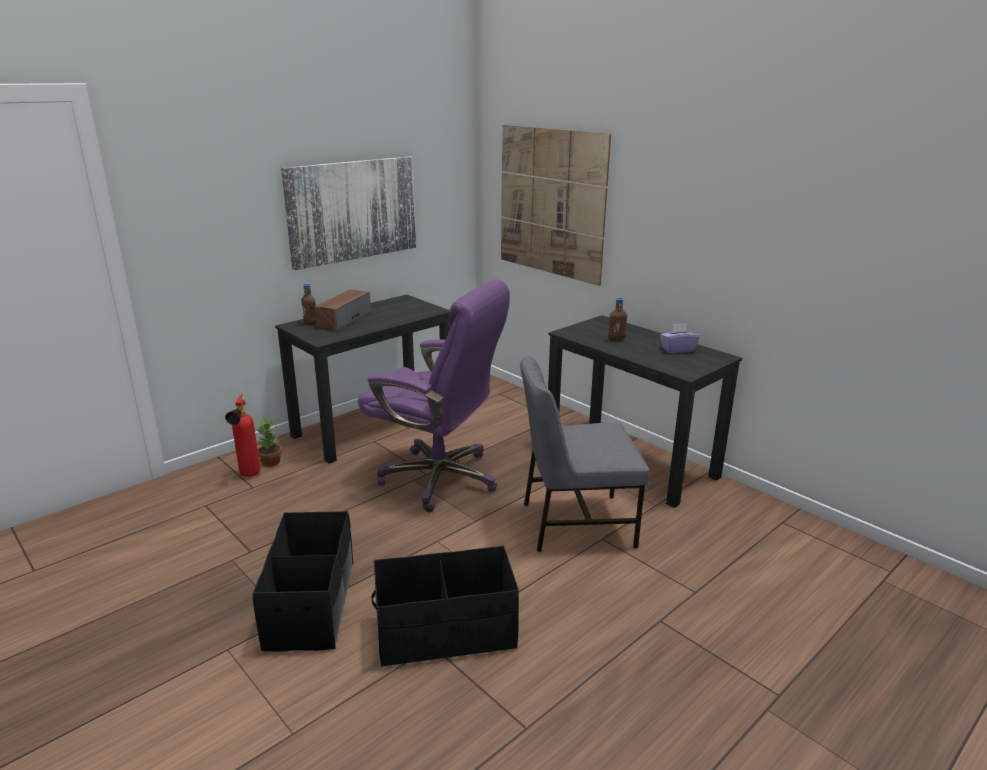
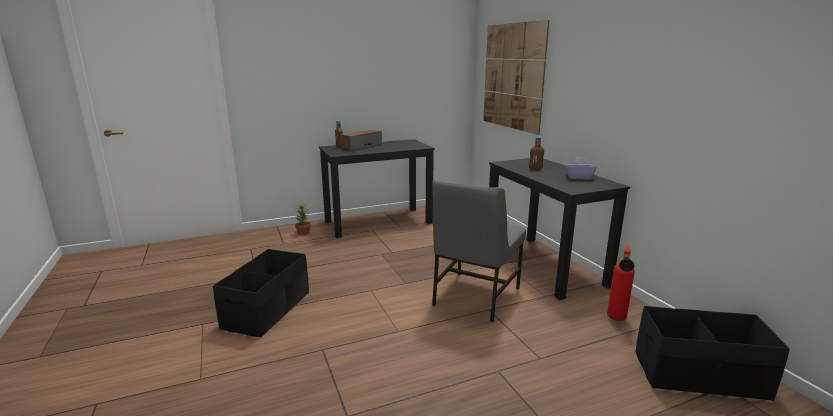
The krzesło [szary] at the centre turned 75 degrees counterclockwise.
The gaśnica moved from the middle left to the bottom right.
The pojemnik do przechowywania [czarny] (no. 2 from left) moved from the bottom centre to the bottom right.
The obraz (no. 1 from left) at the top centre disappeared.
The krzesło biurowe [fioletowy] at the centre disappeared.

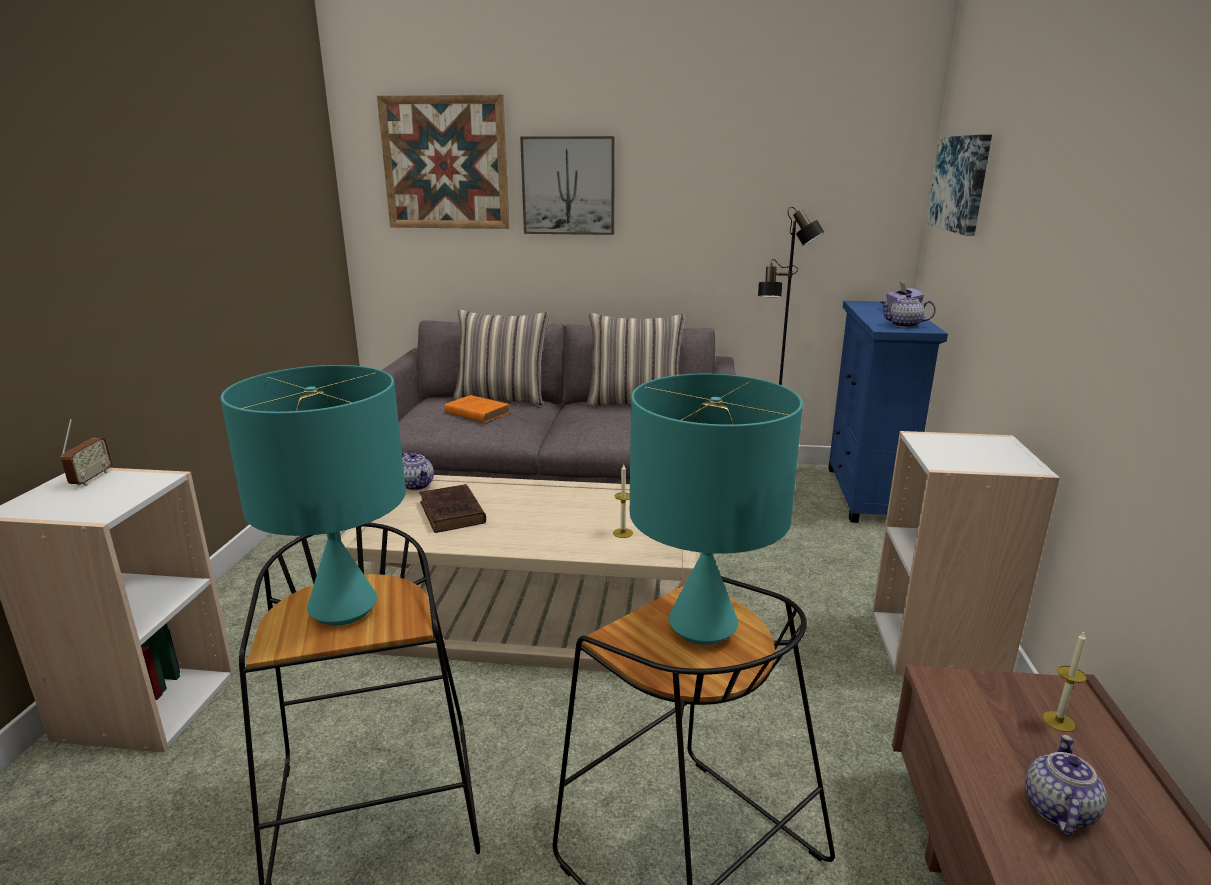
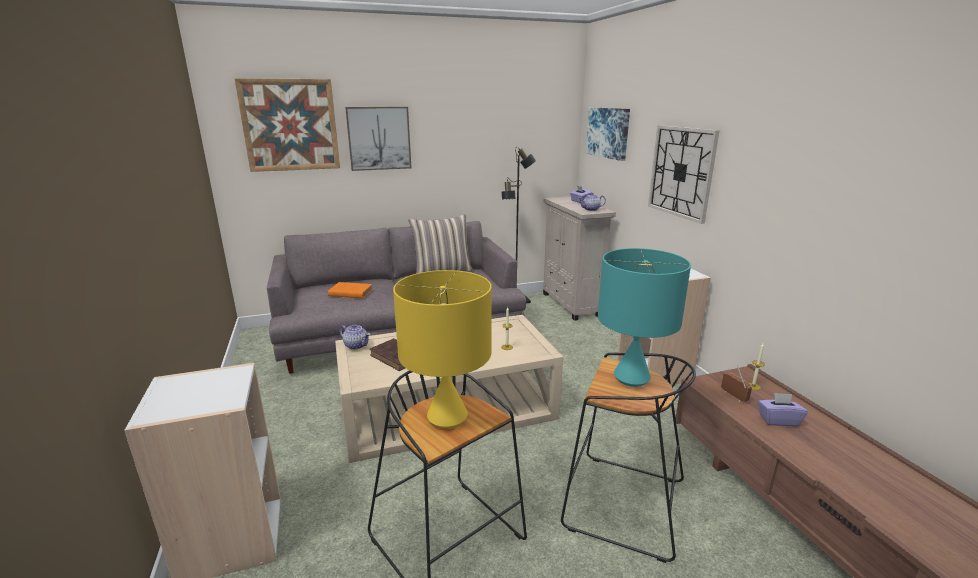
The lampa stołowa [turkusowy] (no. 1 from left) at the middle left became the lampa stołowa [żółty] at the centre.
The szafka [niebieski] at the middle right became the szafka [beżowy] at the centre.
The zegar ścienny at the top right appeared.
The radio moved from the middle left to the middle right.
The imbryk (no. 3 from left) at the bottom right was replaced by the pudełko chusteczek [fioletowy] (no. 2 from left) at the bottom right.
The poduszka (no. 1 from left) at the centre disappeared.

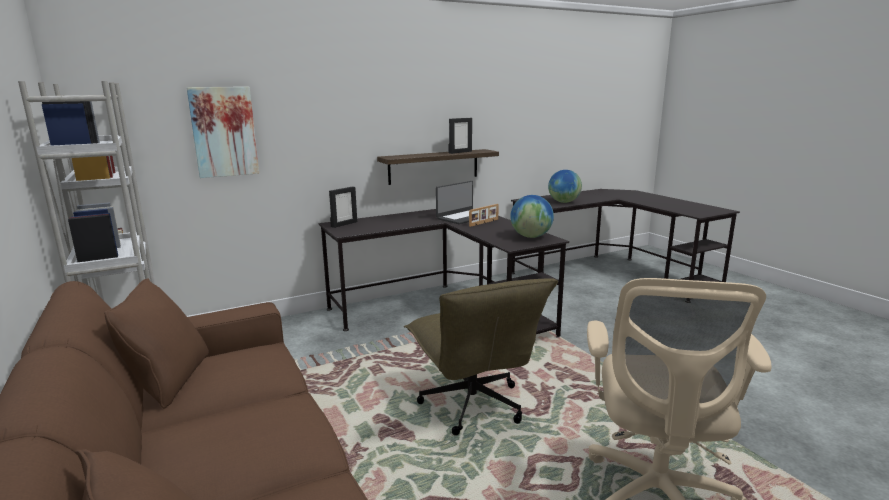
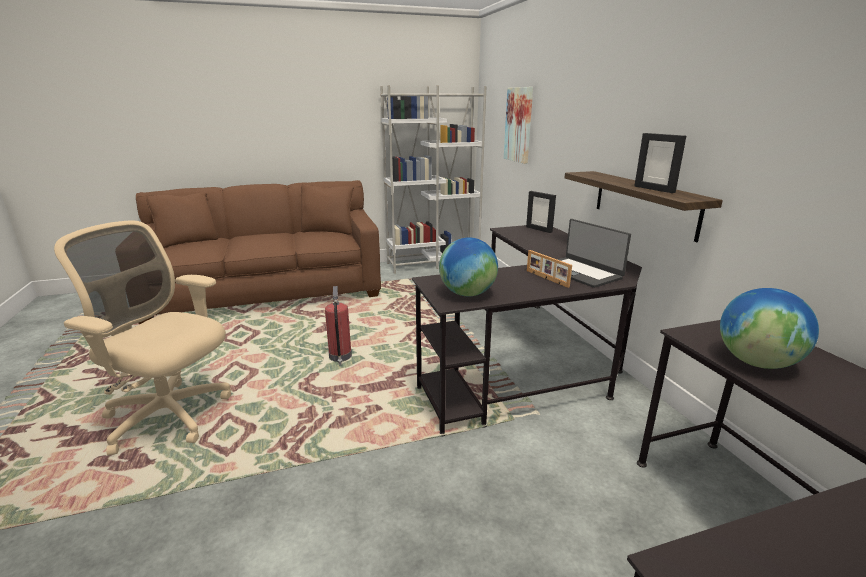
The krzesło biurowe [beżowy] (no. 1 from left) at the bottom centre was replaced by the gaśnica at the centre.

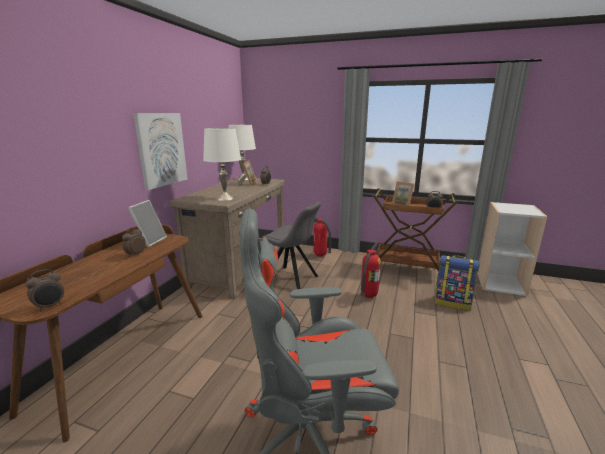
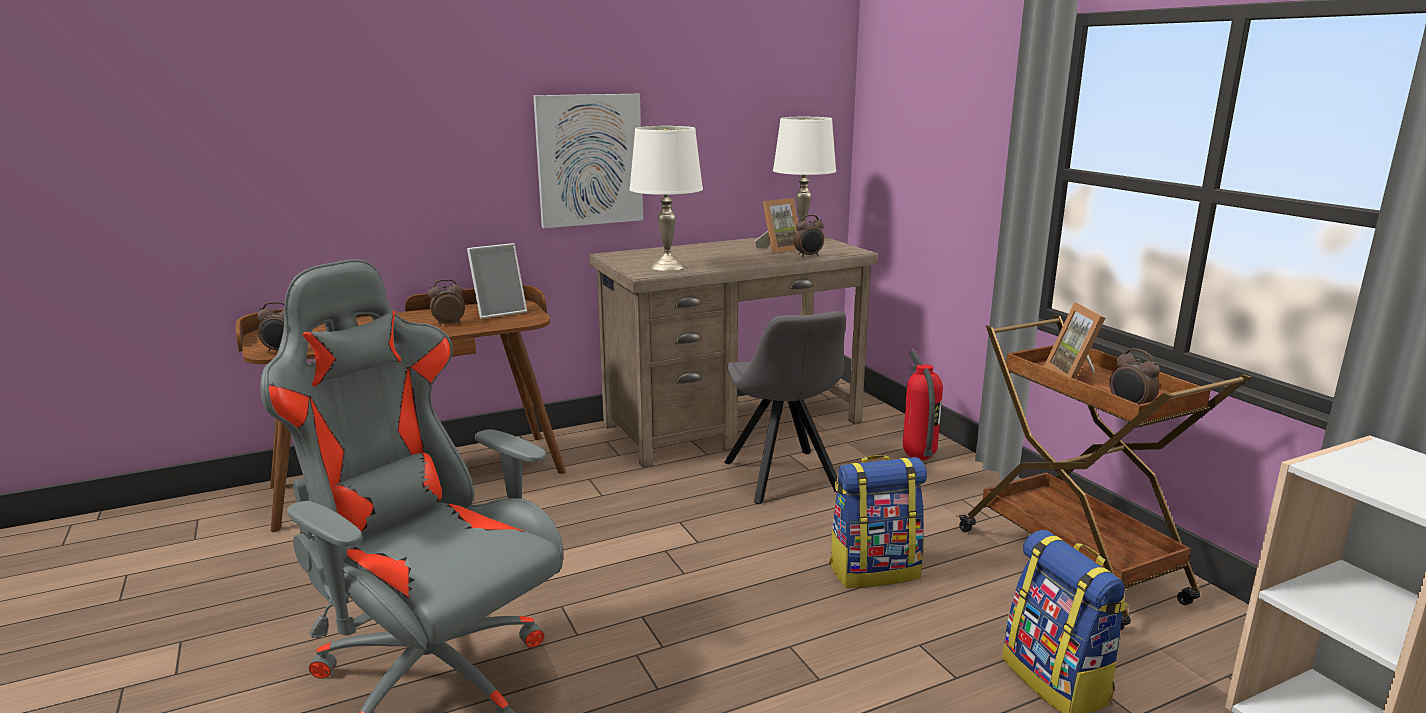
The gaśnica (no. 2 from left) at the centre was replaced by the plecak (no. 1 from left) at the bottom centre.

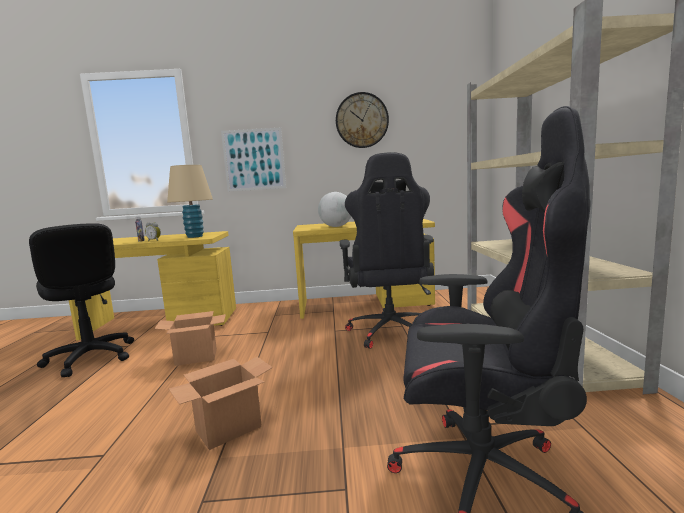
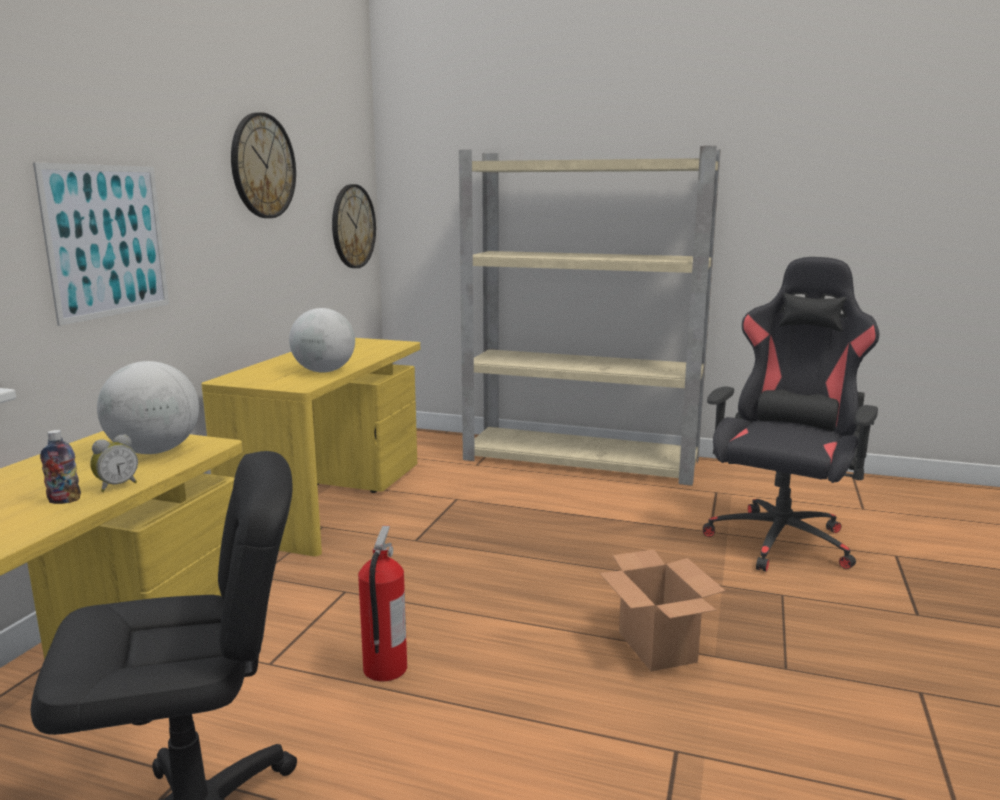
The lampa stołowa [beżowy] at the middle left was replaced by the globus (no. 1 from left) at the middle left.
The zegar ścienny (no. 2 from left) at the top centre appeared.
The karton (no. 1 from left) at the middle left was replaced by the gaśnica at the bottom centre.
The krzesło biurowe [czarny] (no. 2 from left) at the centre disappeared.

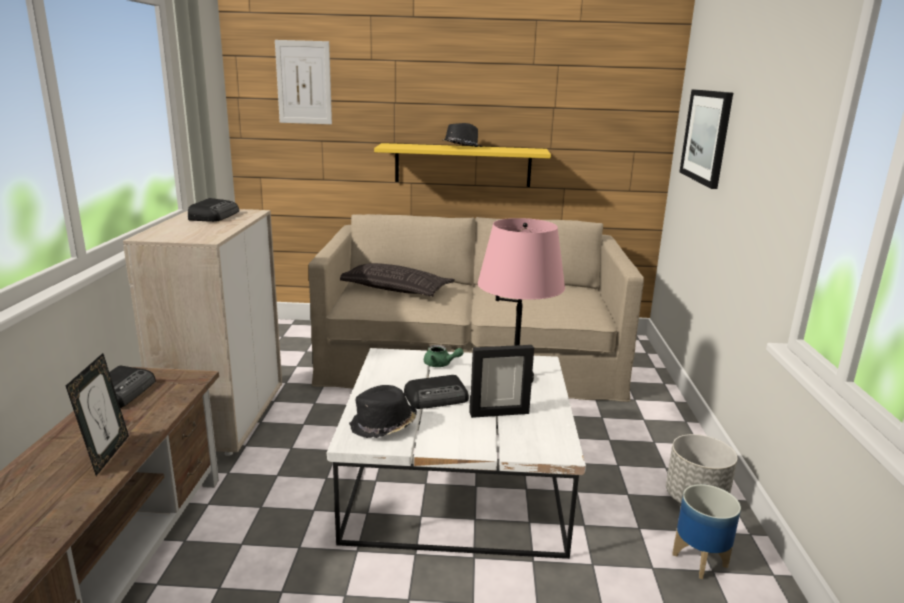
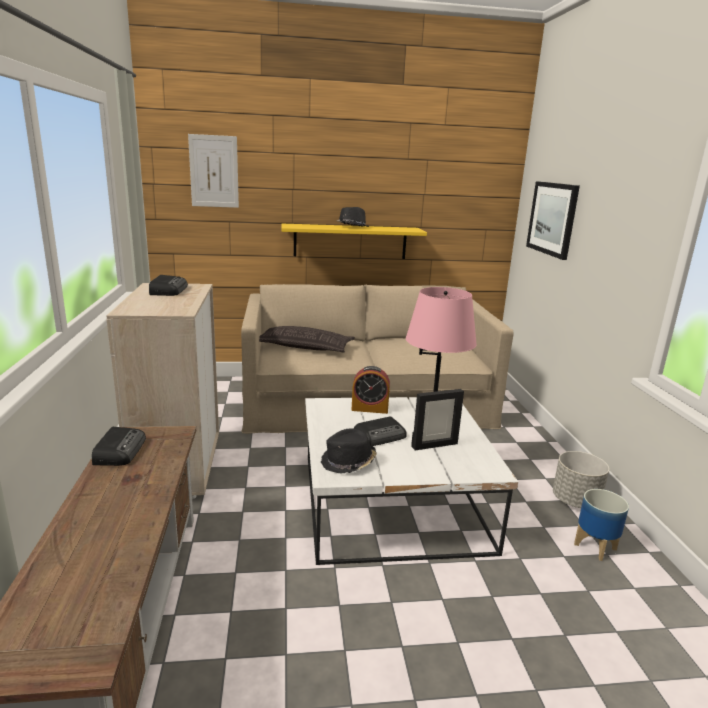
The imbryk [zielony] at the centre was replaced by the budzik at the centre.
The ramka na zdjęcie (no. 1 from left) at the bottom left disappeared.

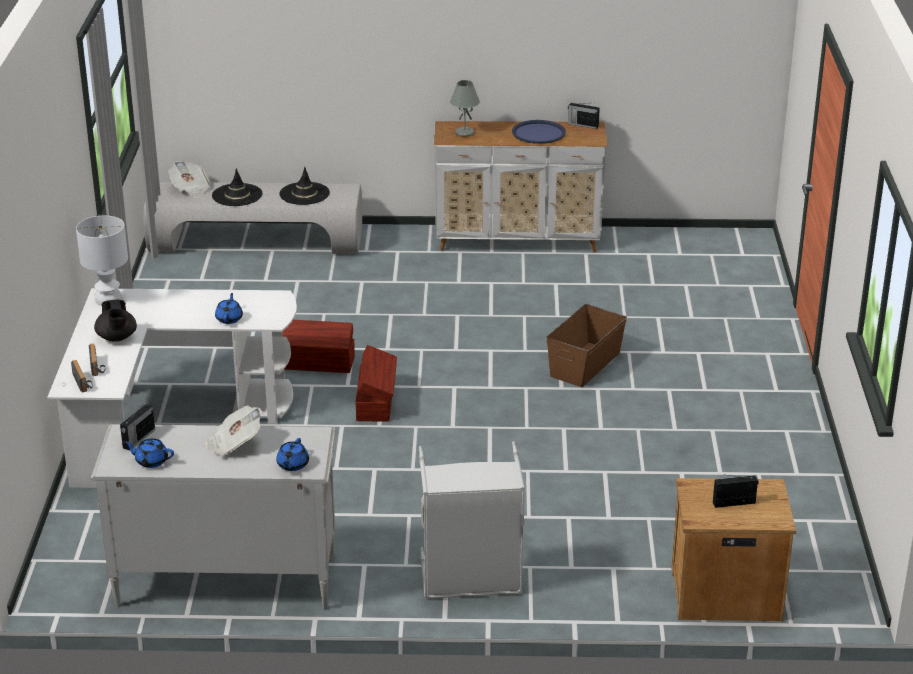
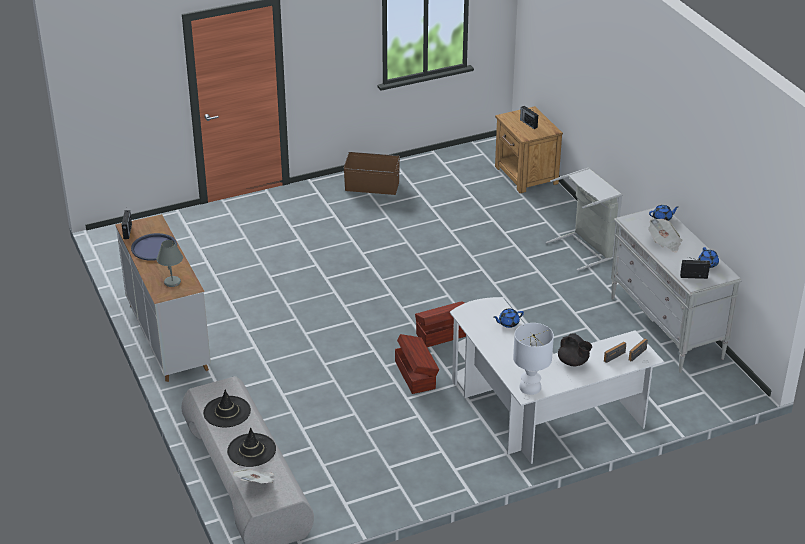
The pojemnik do przechowywania [brązowy] (no. 3 from left in the first image) moved from the centre to the top centre.
The imbryk [czarny] at the middle left turned 90 degrees clockwise.

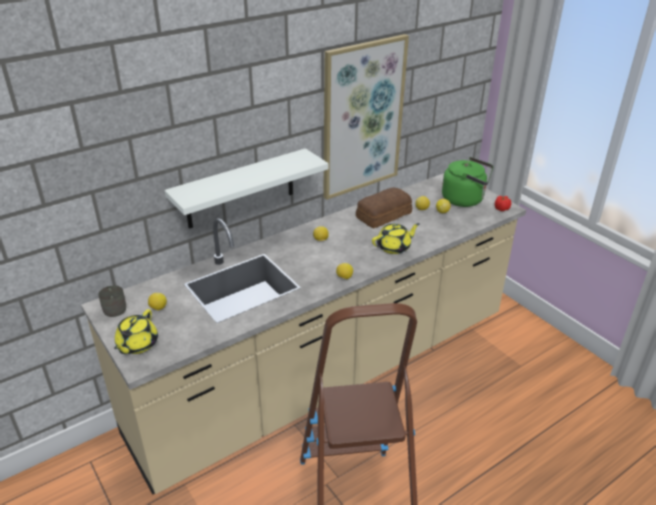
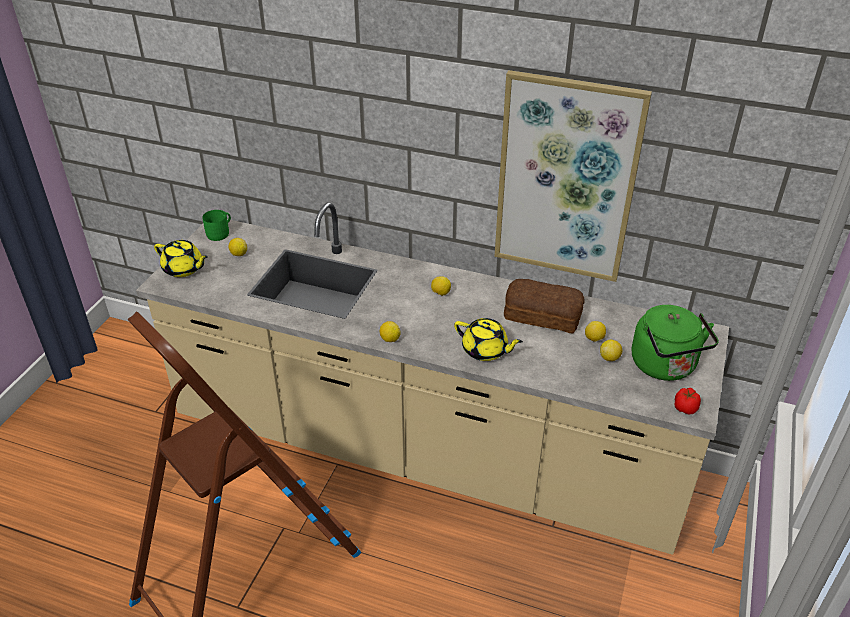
The imbryk [żółty] (no. 1 from left) at the middle left turned 135 degrees counterclockwise.
The kubek [szary] at the middle left became the kubek [zielony] at the middle left.
The półka [biały] at the centre disappeared.

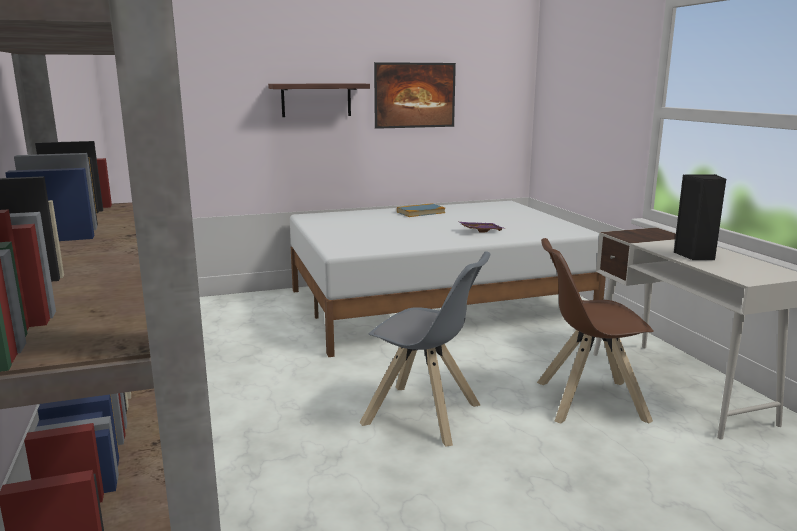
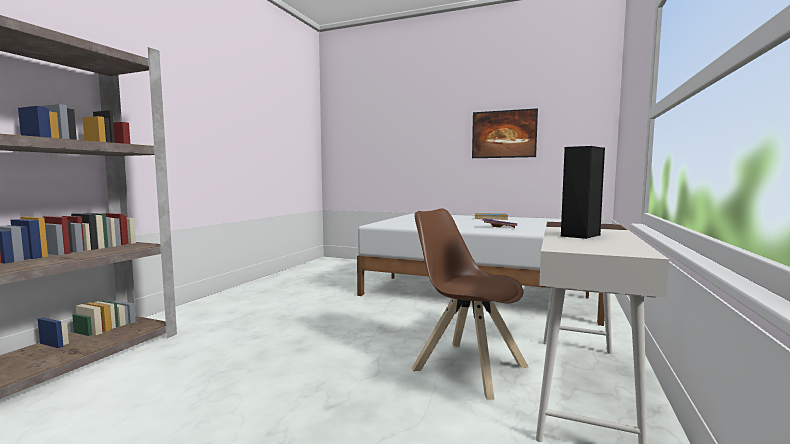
The półka at the top centre disappeared.
The krzesło [szary] at the centre disappeared.

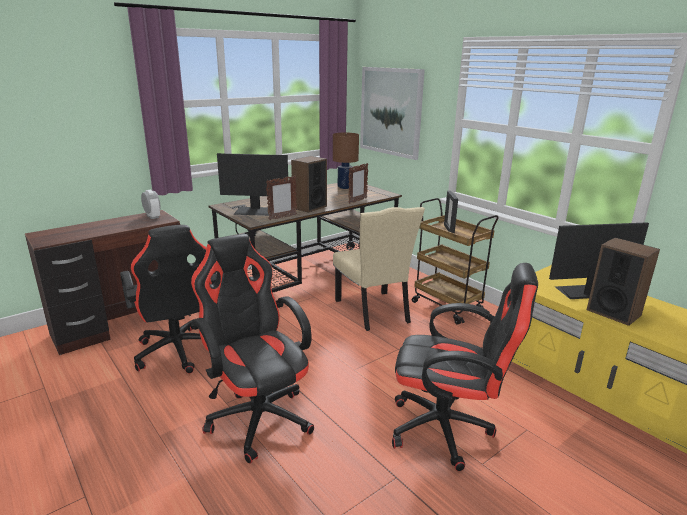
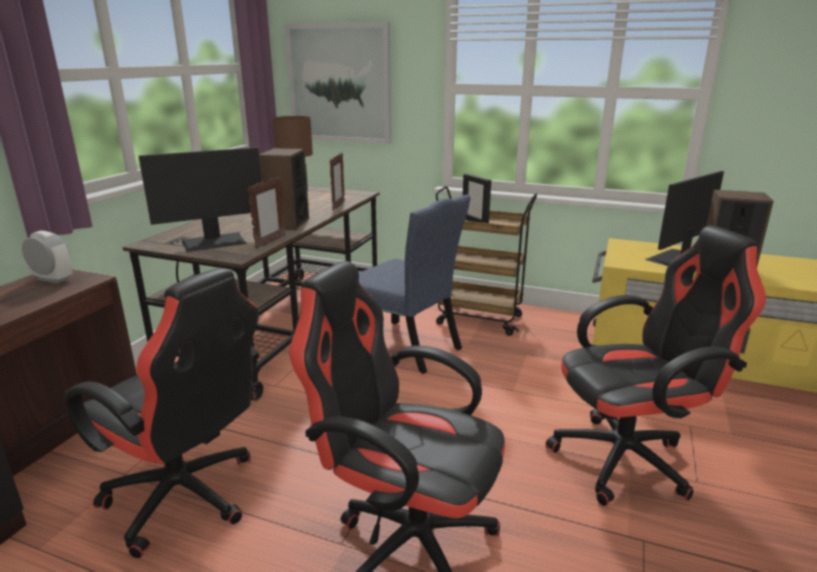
The krzesło [beżowy] at the centre became the krzesło [niebieski] at the centre.

